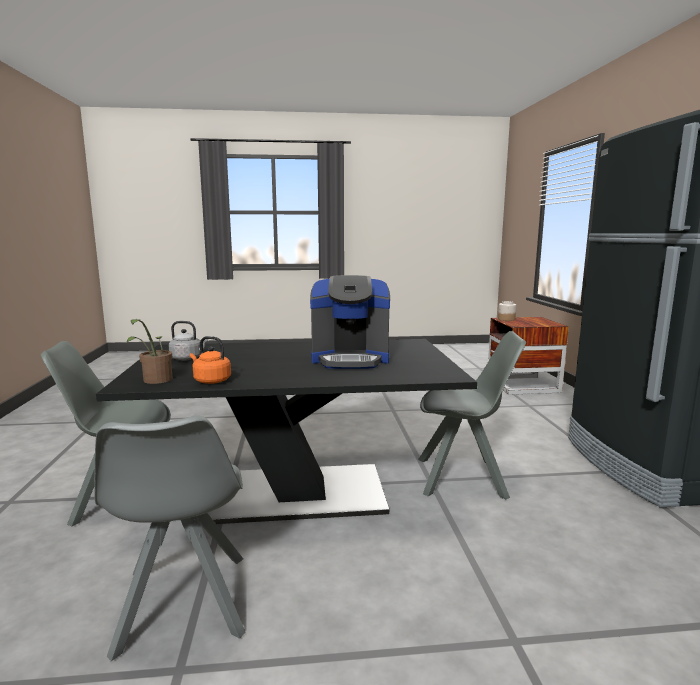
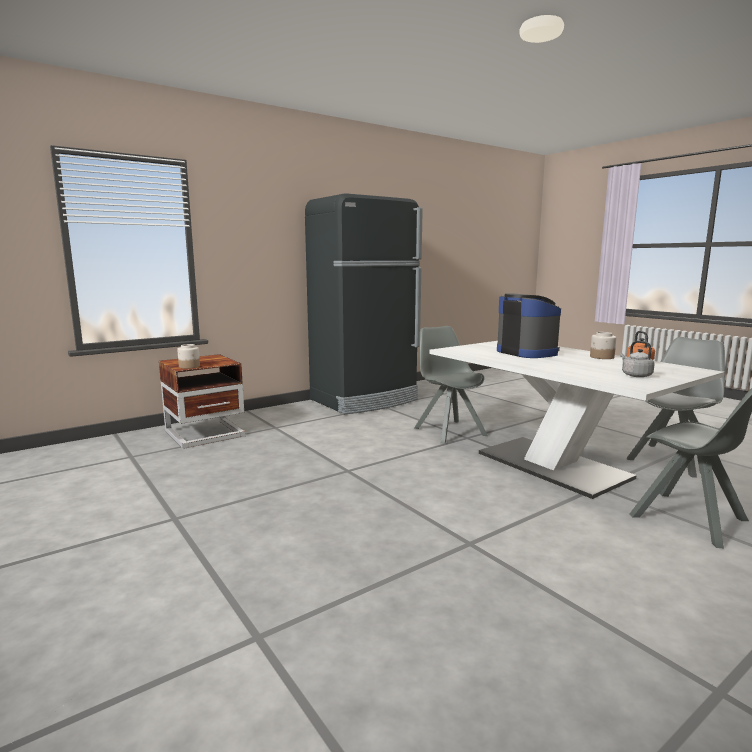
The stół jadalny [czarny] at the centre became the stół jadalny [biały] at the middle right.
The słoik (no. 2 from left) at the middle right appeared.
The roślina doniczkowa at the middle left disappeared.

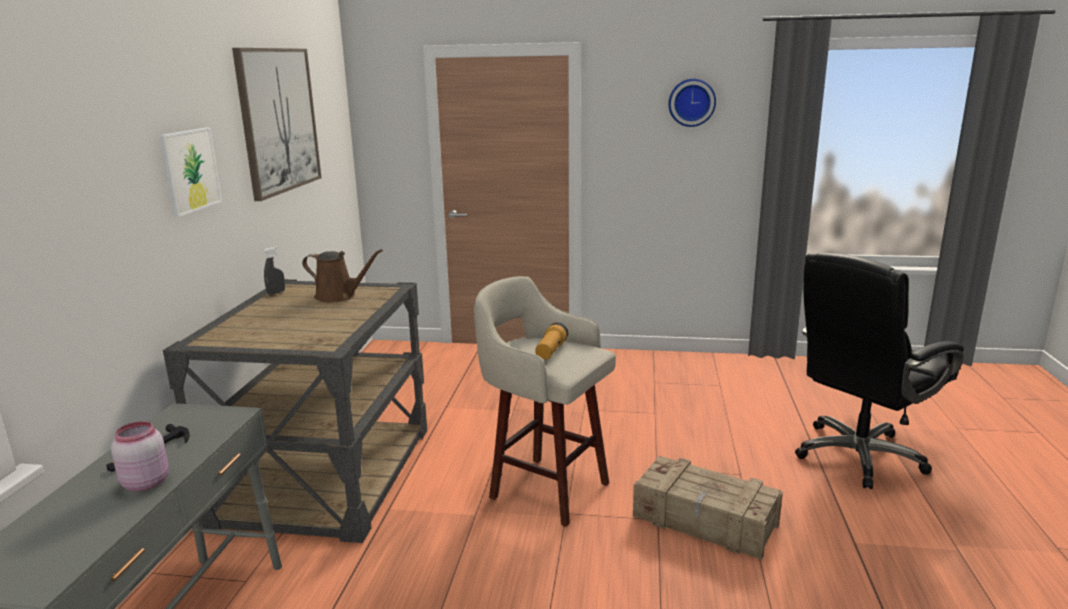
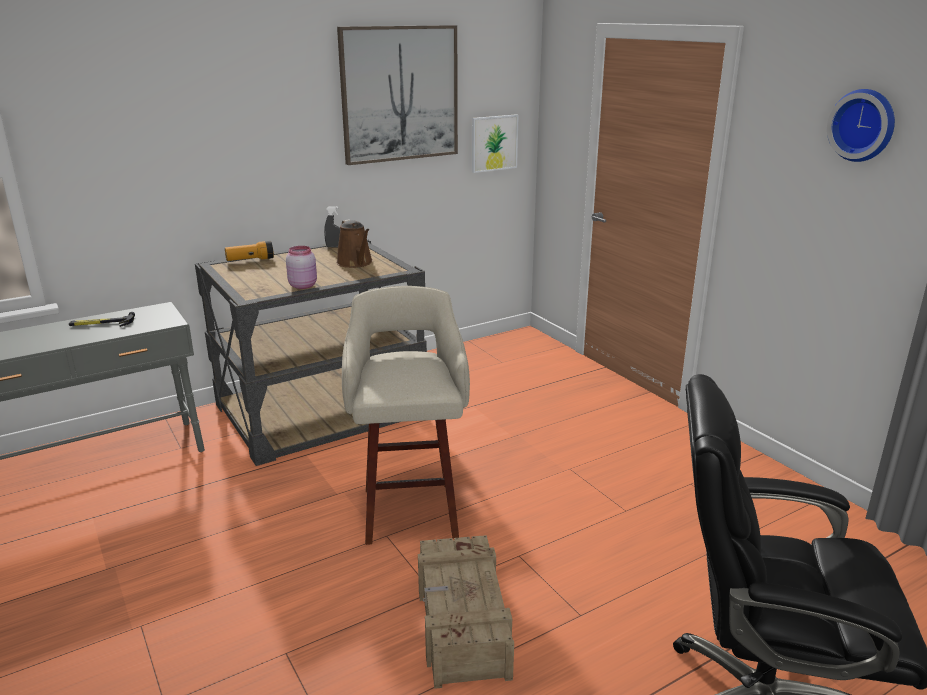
The latarka moved from the centre to the middle left.
The słoik [różowy] moved from the bottom left to the middle left.
The obraz (no. 1 from left in the first image) moved from the top left to the top centre.

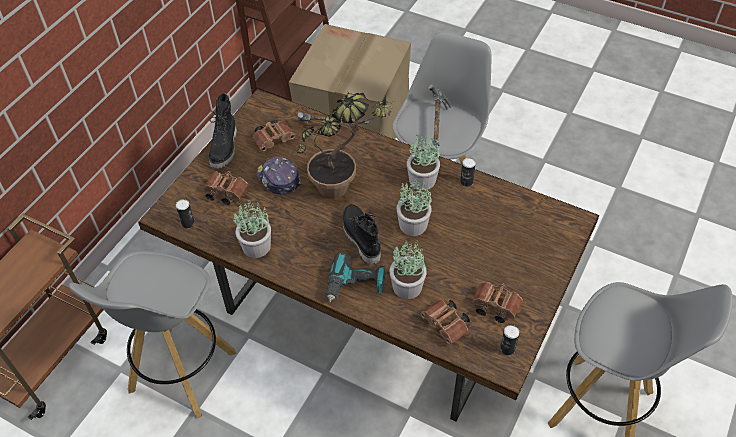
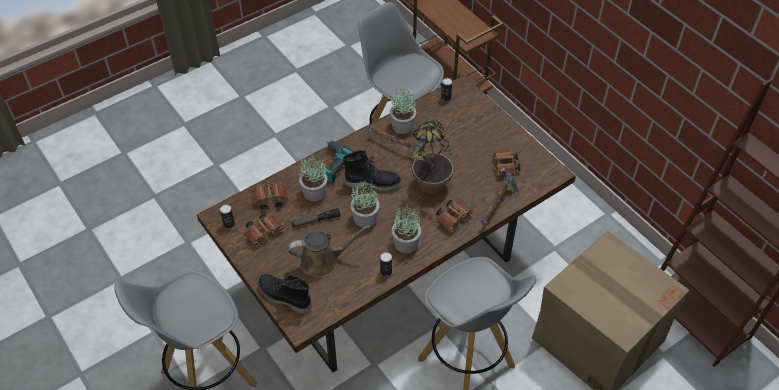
The but z cholewką [czarny] (no. 1 from left) moved from the top left to the bottom centre.
The konewka [brązowy] at the centre appeared.
The latarka at the centre appeared.
The młotek (no. 2 from left in the first image) moved from the top centre to the centre.
The lornetka [brązowy] (no. 1 from left in the first image) moved from the middle left to the centre.
The czapka z daszkiem at the centre disappeared.

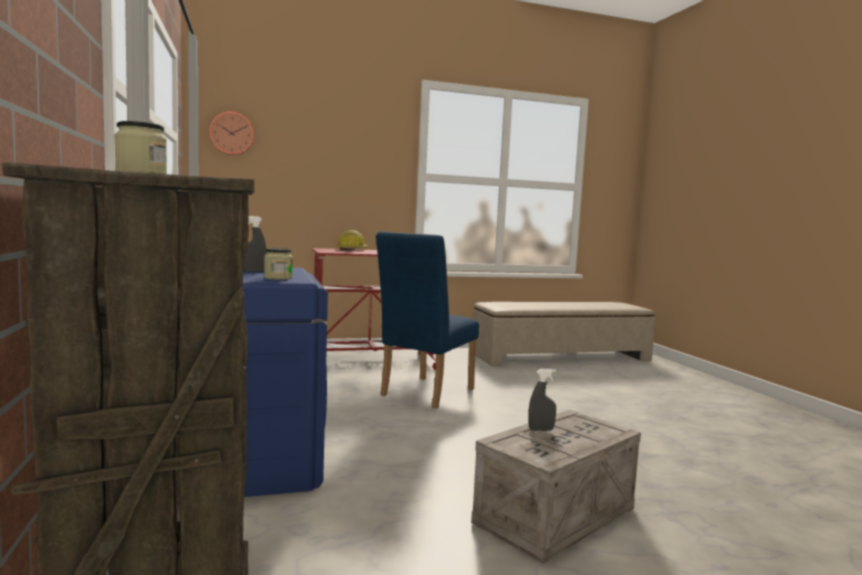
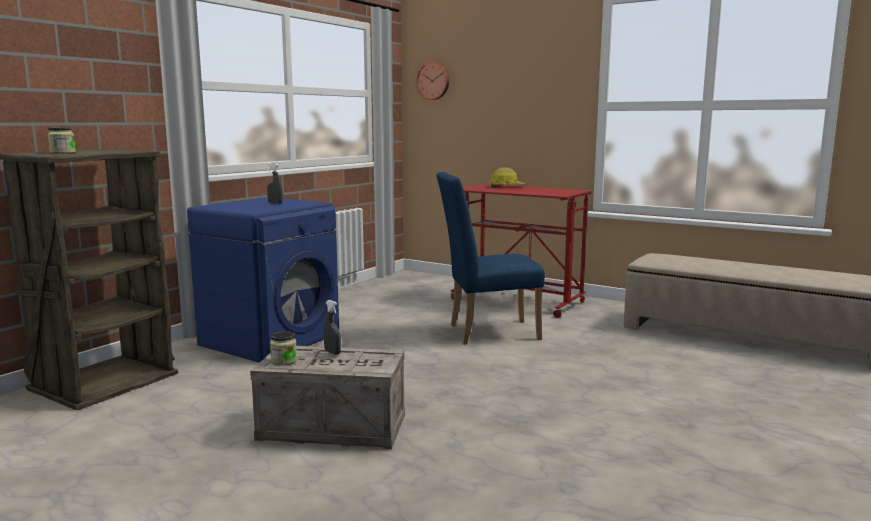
The słoik (no. 2 from left) moved from the middle left to the bottom left.

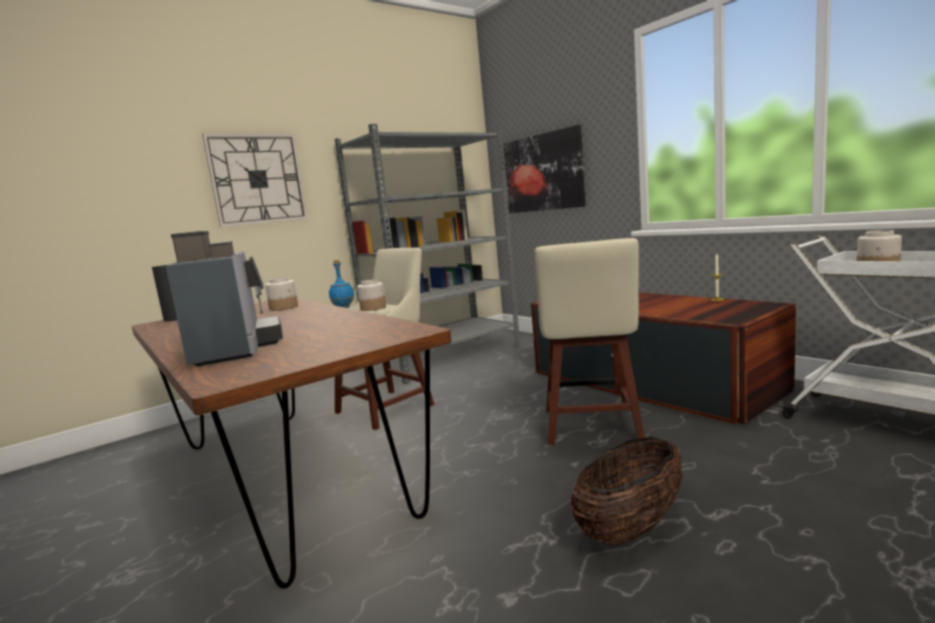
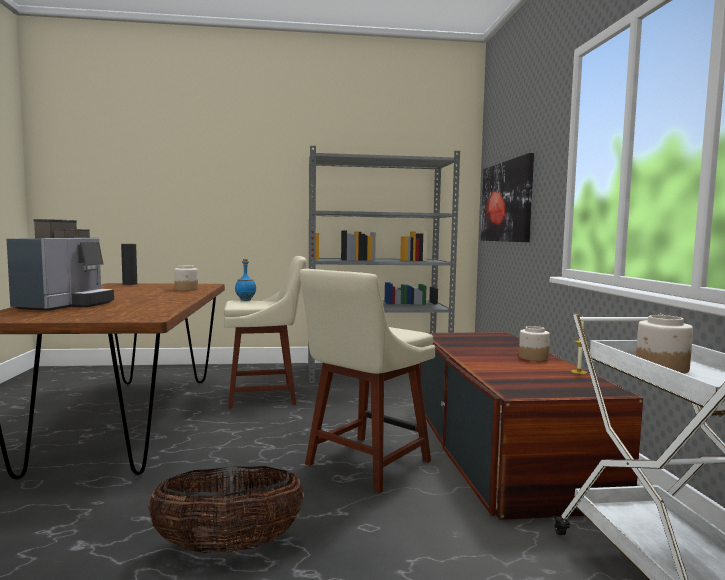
The słoik (no. 2 from left) moved from the centre to the middle right.
The zegar ścienny at the top left disappeared.

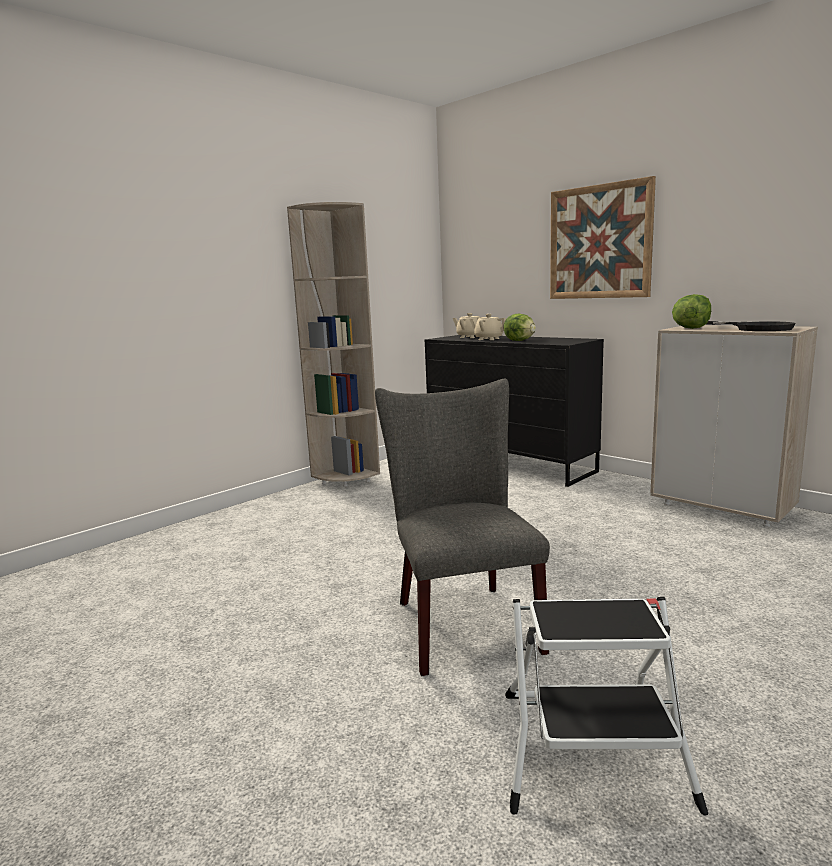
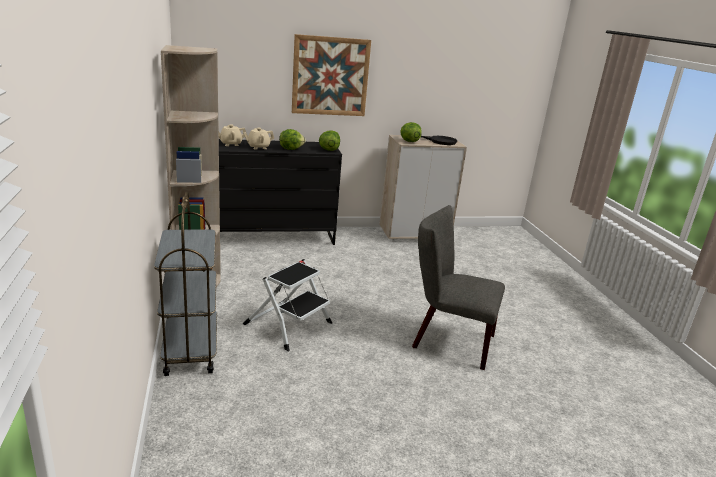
The wózek [szary] at the middle left appeared.
The drabinka moved from the bottom right to the centre.
The sałata (no. 2 from left) at the top centre appeared.

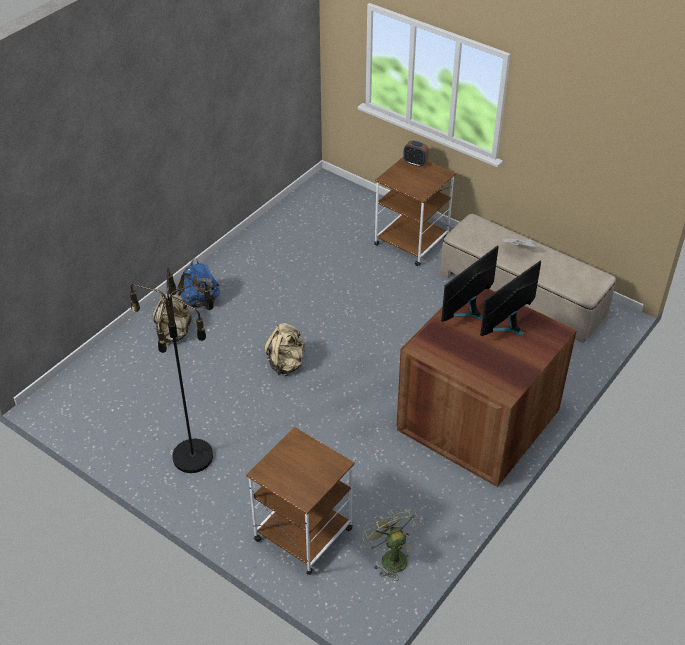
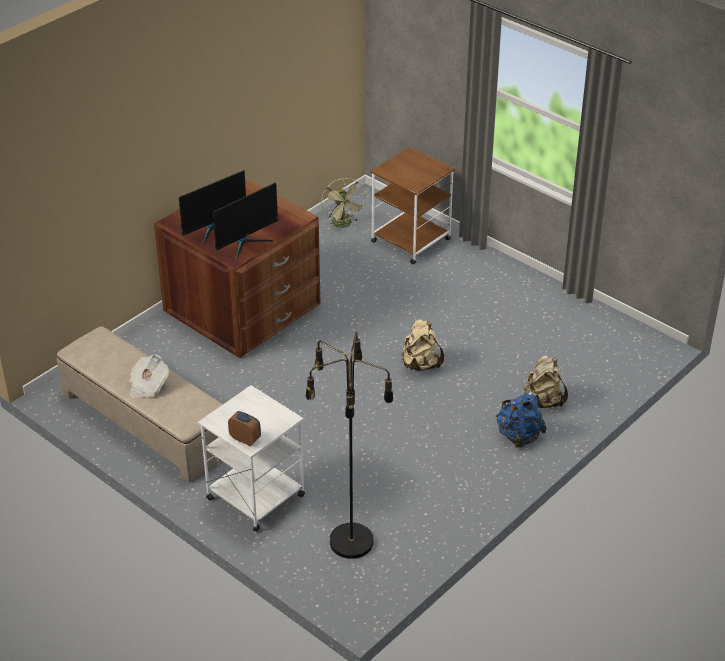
The wózek [brązowy] (no. 2 from left) at the top centre became the wózek [biały] at the bottom centre.
The lampa stojąca moved from the middle left to the bottom centre.

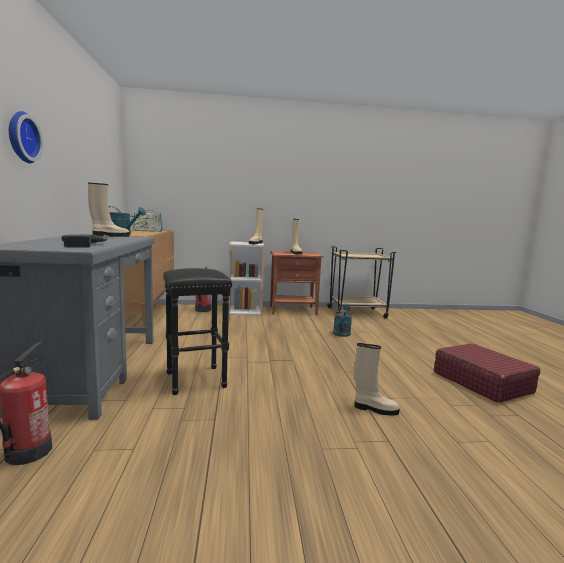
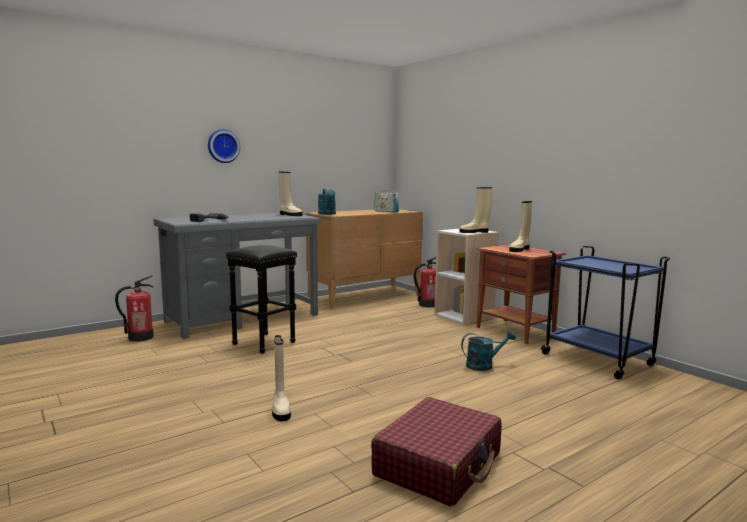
The wózek [beżowy] at the centre became the wózek [niebieski] at the middle right.

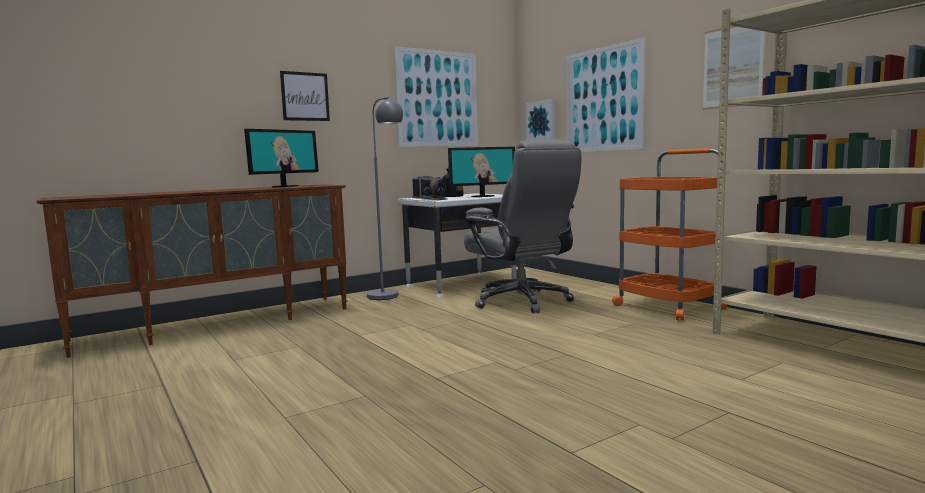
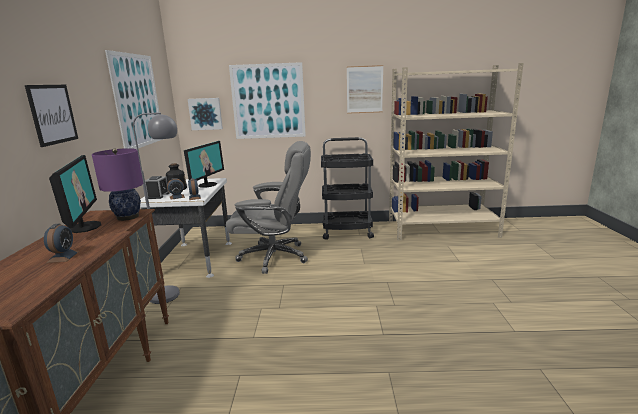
The budzik (no. 1 from left) at the middle left appeared.
The lampa stołowa [fioletowy] at the middle left appeared.
The wózek [pomarańczowy] at the middle right became the wózek [czarny] at the centre.

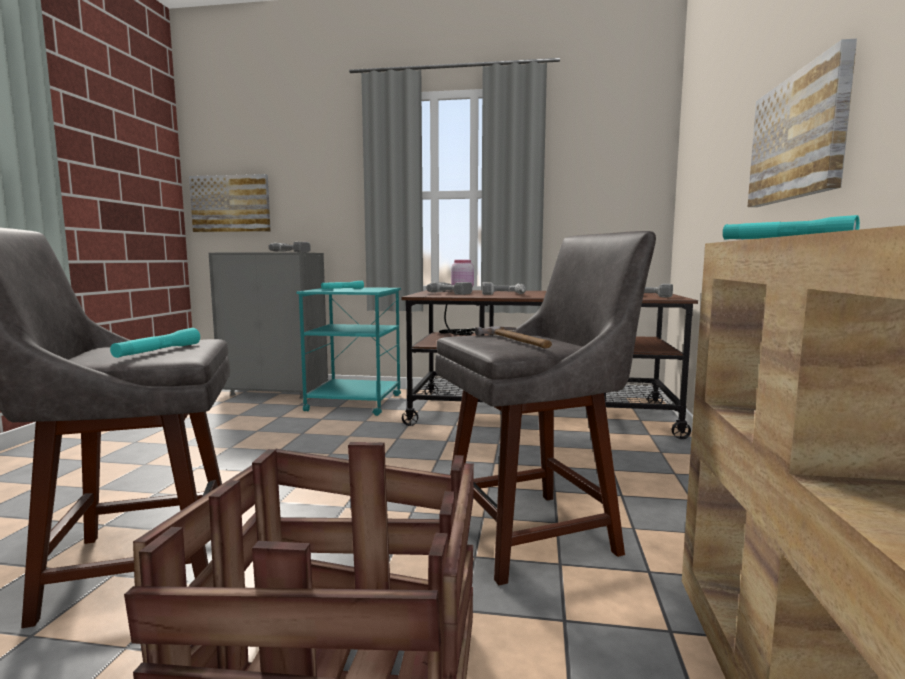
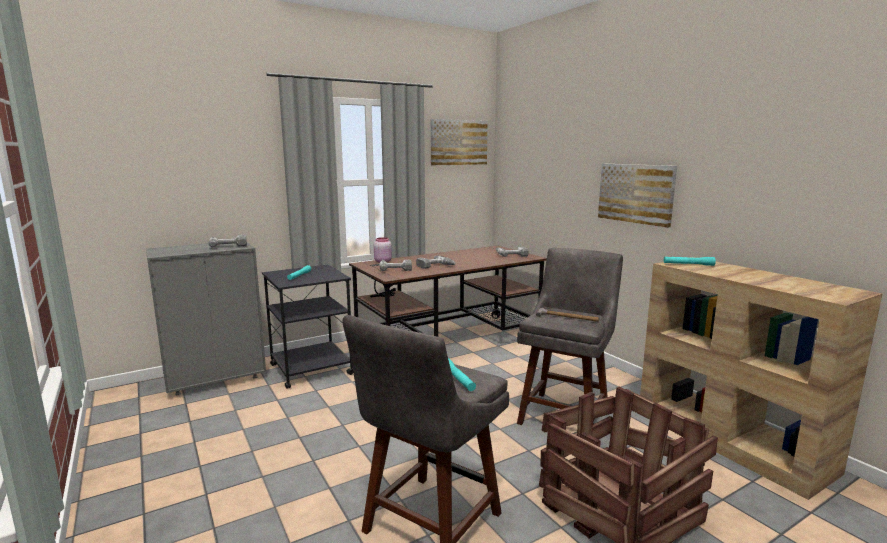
The wózek [turkusowy] at the centre became the wózek [czarny] at the centre.
The obraz (no. 1 from left) moved from the top left to the top centre.

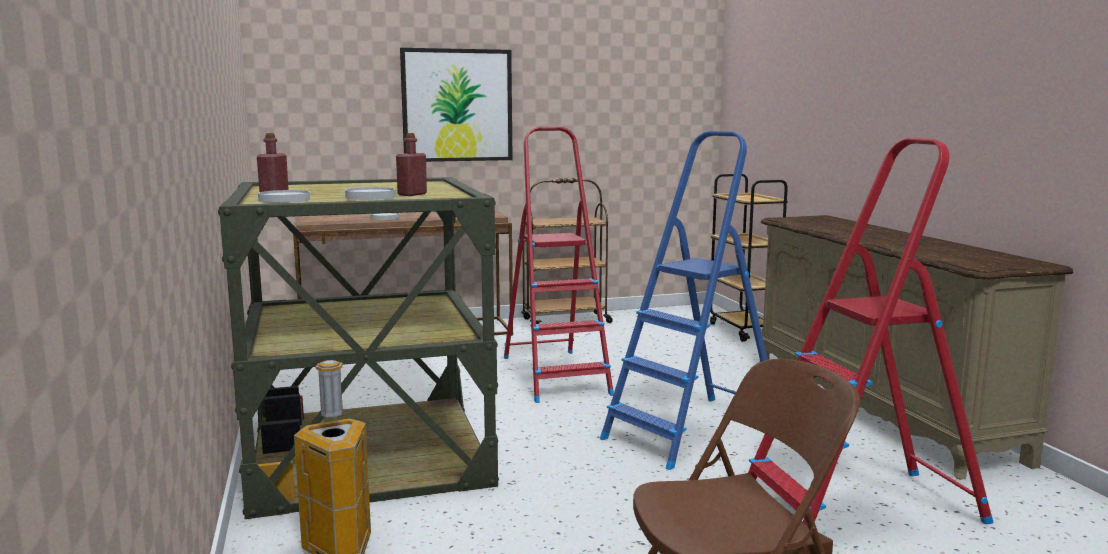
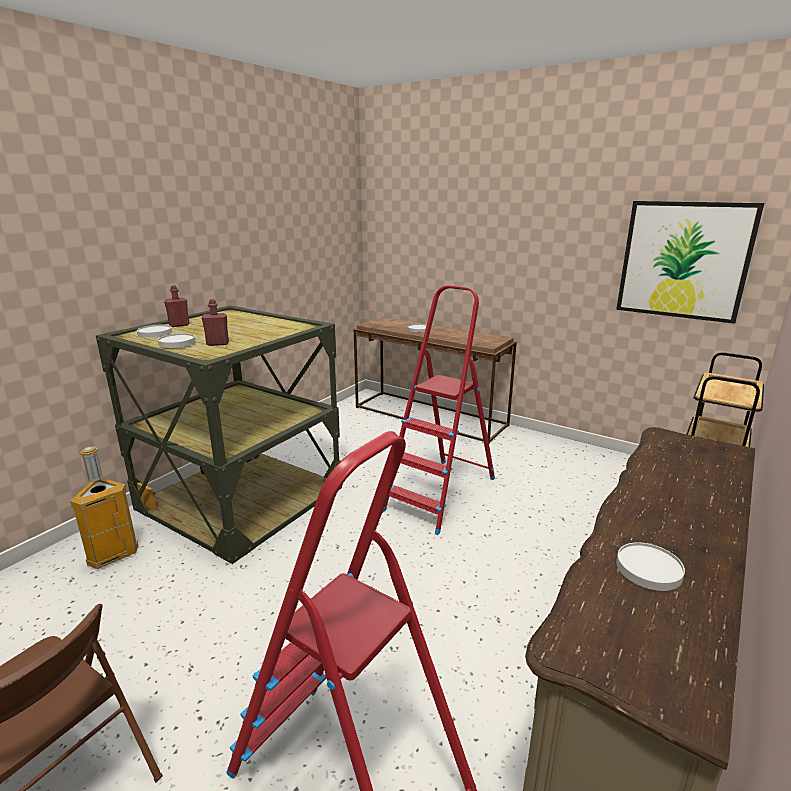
The obraz moved from the top centre to the top right.
The talerz [biały] (no. 4 from left) at the bottom right appeared.
The wózek [brązowy] (no. 1 from left) at the centre disappeared.
The drabinka [niebieski] at the centre disappeared.

